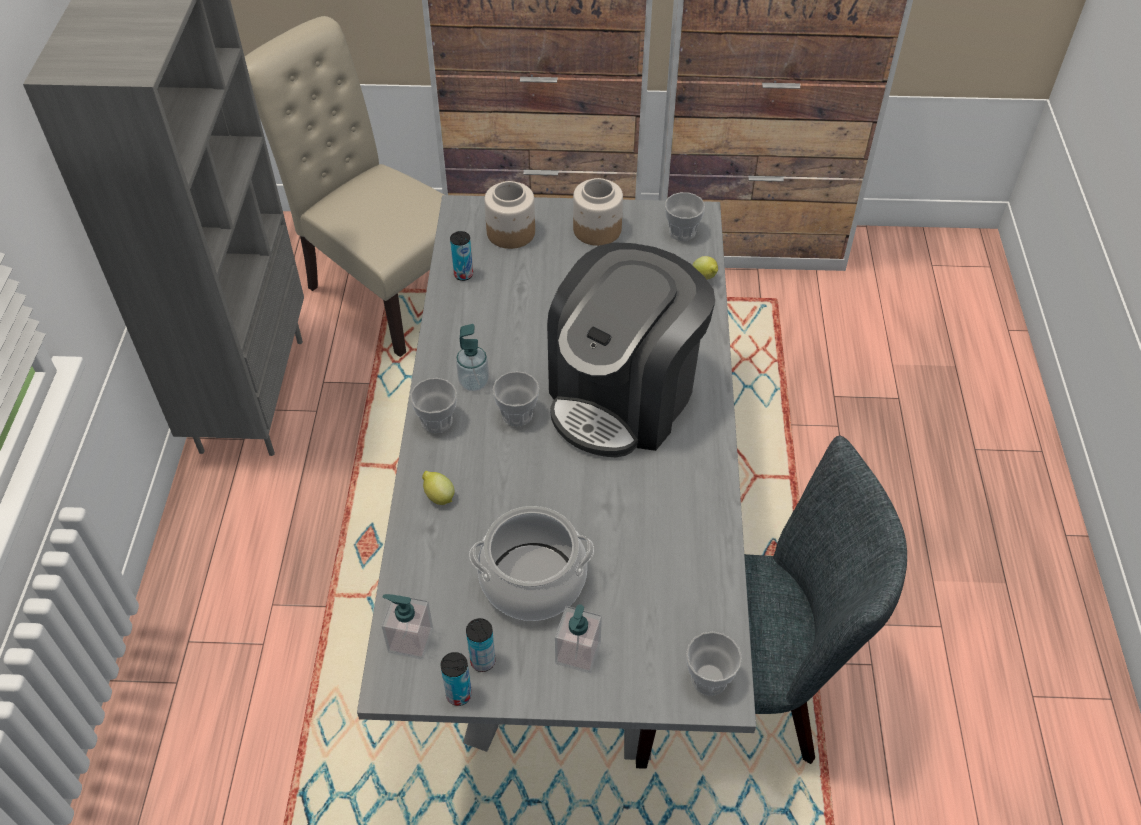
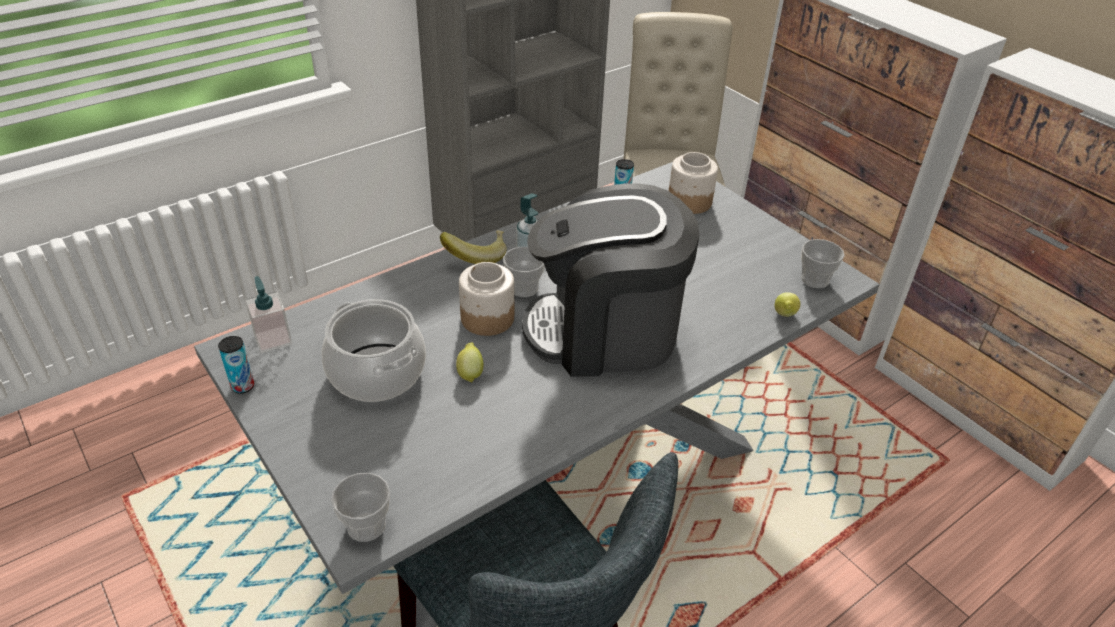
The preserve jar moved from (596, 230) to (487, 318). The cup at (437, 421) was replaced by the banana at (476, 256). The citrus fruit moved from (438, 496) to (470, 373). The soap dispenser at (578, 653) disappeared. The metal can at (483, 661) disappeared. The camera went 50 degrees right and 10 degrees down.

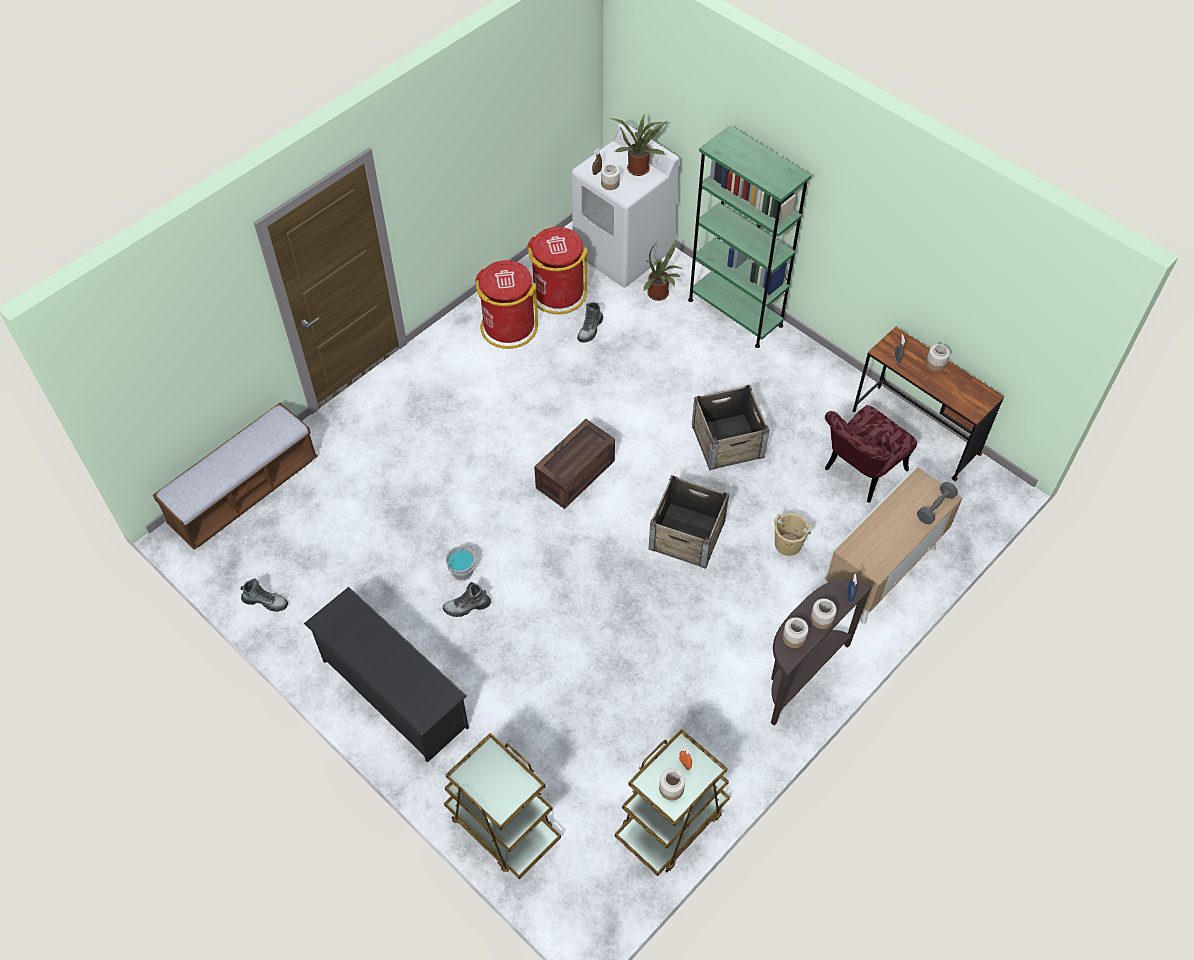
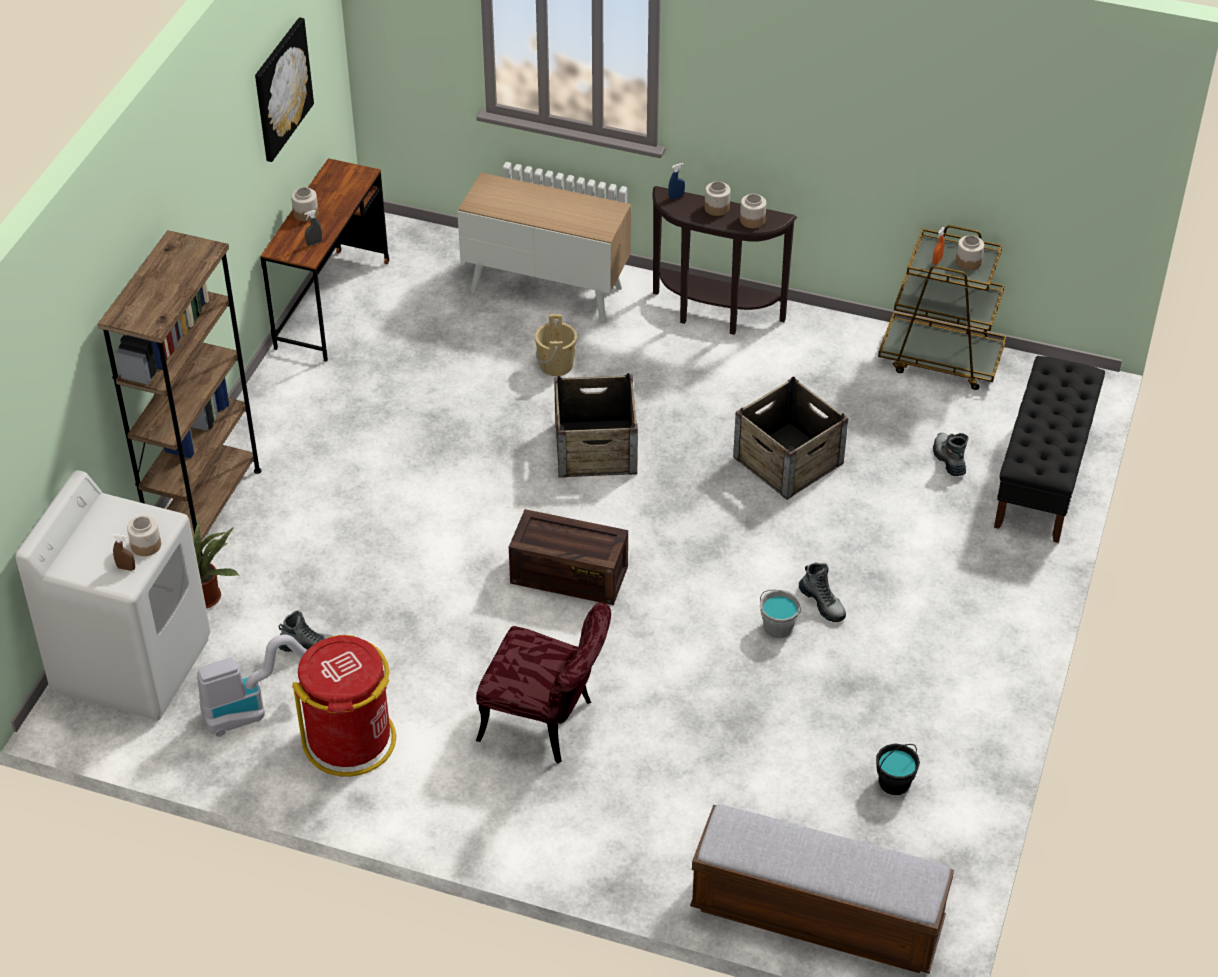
The plant in a pot at (639, 167) disappeared. The bookcase (green) at (735, 312) became the bookcase (brown) at (205, 508). The rubbish bin (red-coloured) at (558, 294) was replaced by the vacuum cleaner at (255, 708). The packing crate moved from (727, 441) to (788, 460). The upright chair (red-coloured) moved from (859, 474) to (547, 723). The free weight (greyish) at (935, 508) disappeared. The high-top boot moved from (265, 602) to (948, 459). The shoe stand (black-coloured) at (393, 693) disappeared. The trolley (brown) at (502, 825) was replaced by the bench (black-coloured) at (1043, 475). The wall picture at (281, 89) appeared. The pail (black-coloured) at (894, 783) appeared. The camera went 115 degrees left and 10 degrees down.

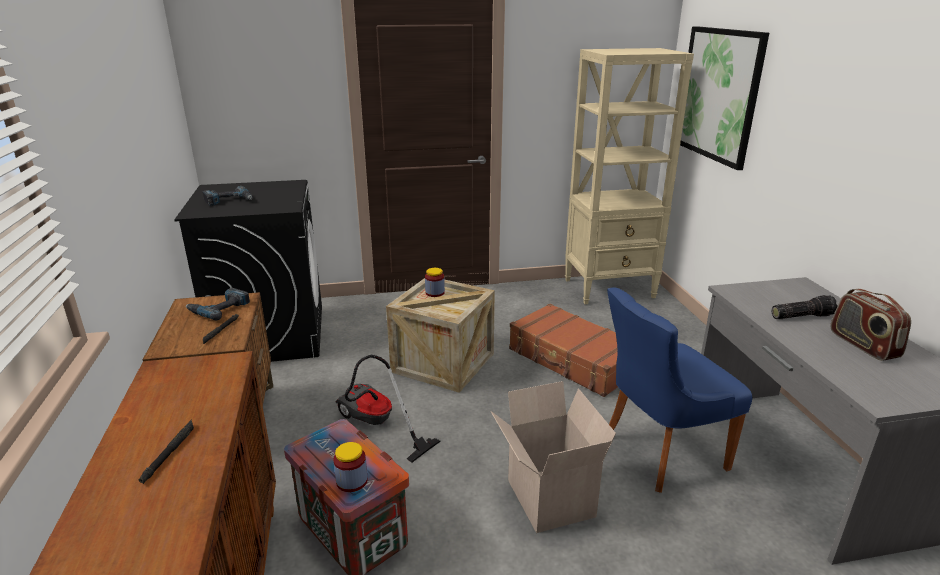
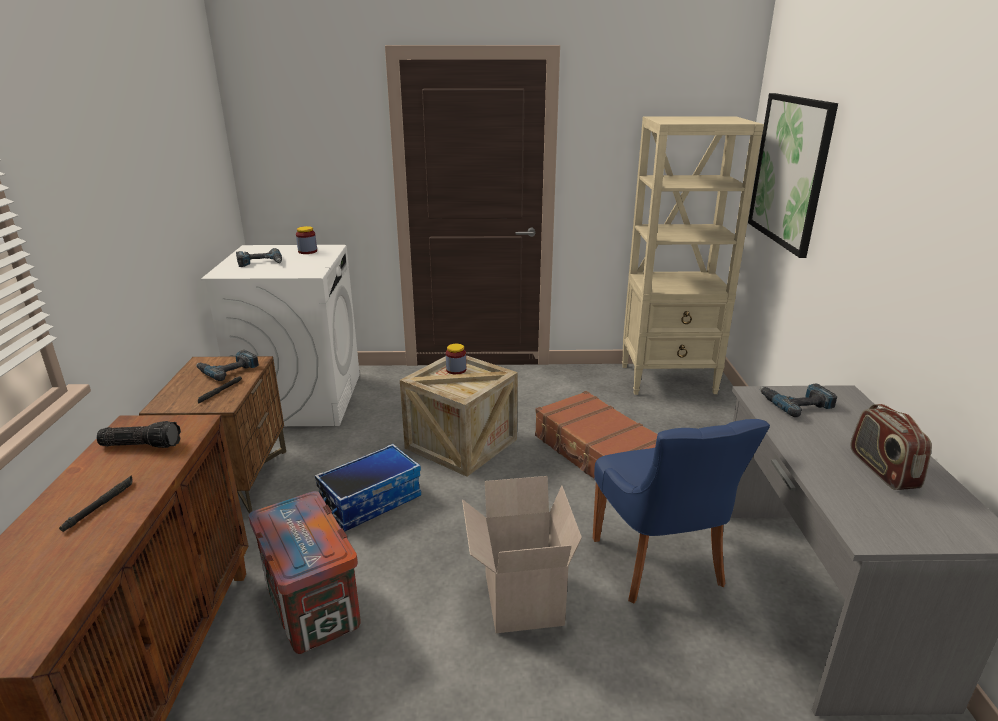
The laundry appliance (black-coloured) at (270, 334) became the laundry appliance (whitish) at (301, 399). The upright chair (bluish) at (659, 452) turned 90 degrees counterclockwise. The torch moved from (801, 316) to (142, 444). The vacuum cleaner at (375, 425) was replaced by the storage container at (371, 501). The preserve jar moved from (352, 481) to (307, 251). The drill at (796, 403) appeared. The camera went 10 degrees right and 0 degrees up.

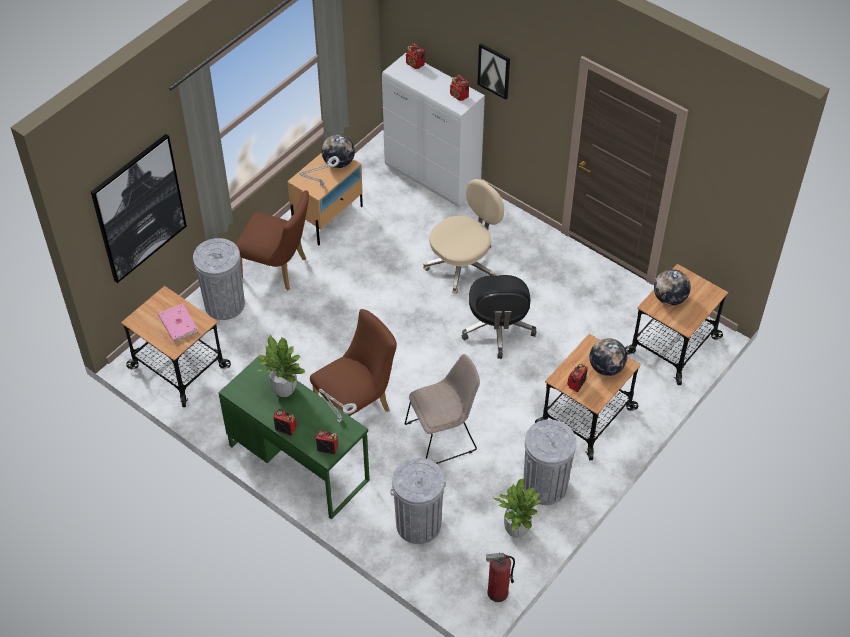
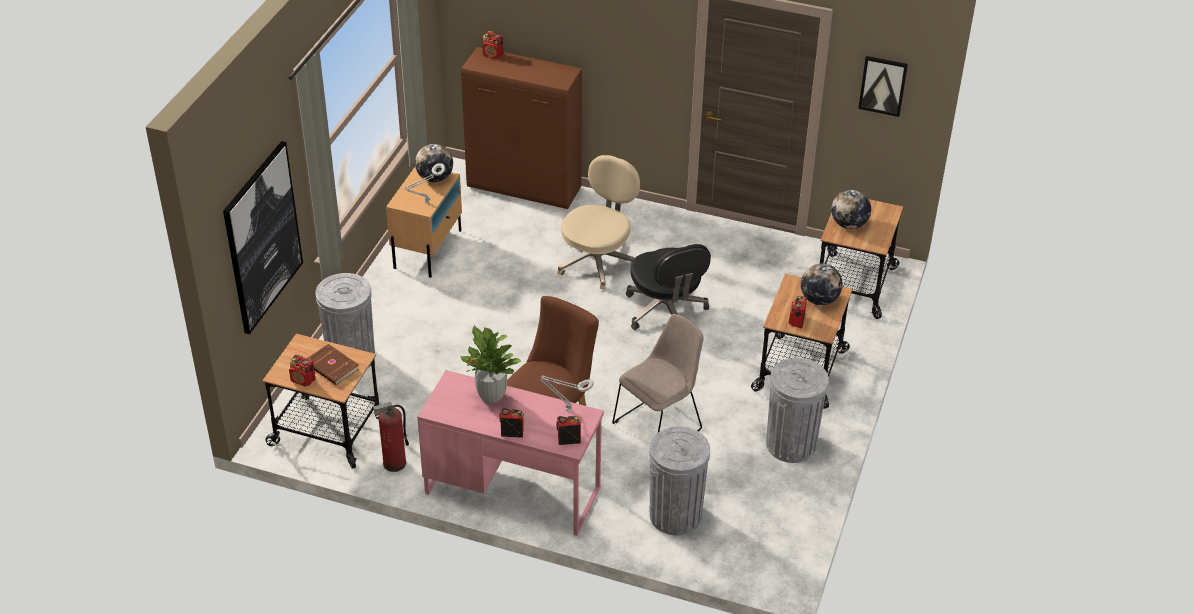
The wall picture moved from (494, 70) to (883, 85). The cupboard (whitish) at (433, 178) became the cupboard (brown) at (525, 188). The radio receiver moved from (459, 96) to (303, 380). The upright chair (brown) at (278, 269) disappeared. The book (pink-coloured) at (178, 325) became the book (brown) at (331, 367). The desk (green) at (299, 462) became the desk (pink-coloured) at (512, 489). The plant in a pot at (516, 530) disappeared. The fire-fighting cylinder moved from (497, 592) to (394, 463). The camera went 20 degrees left and 10 degrees down.

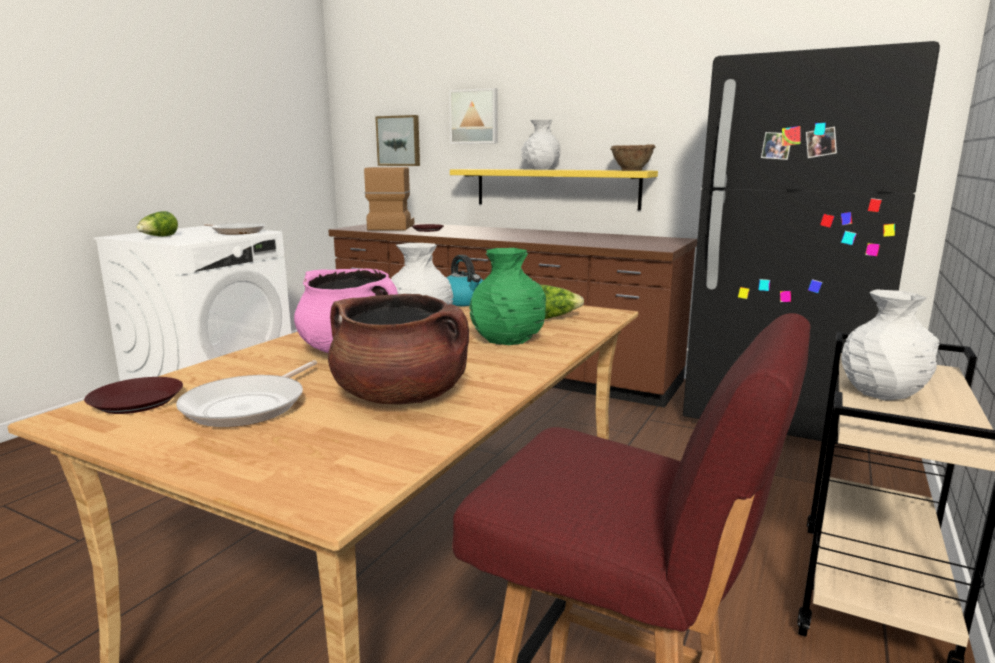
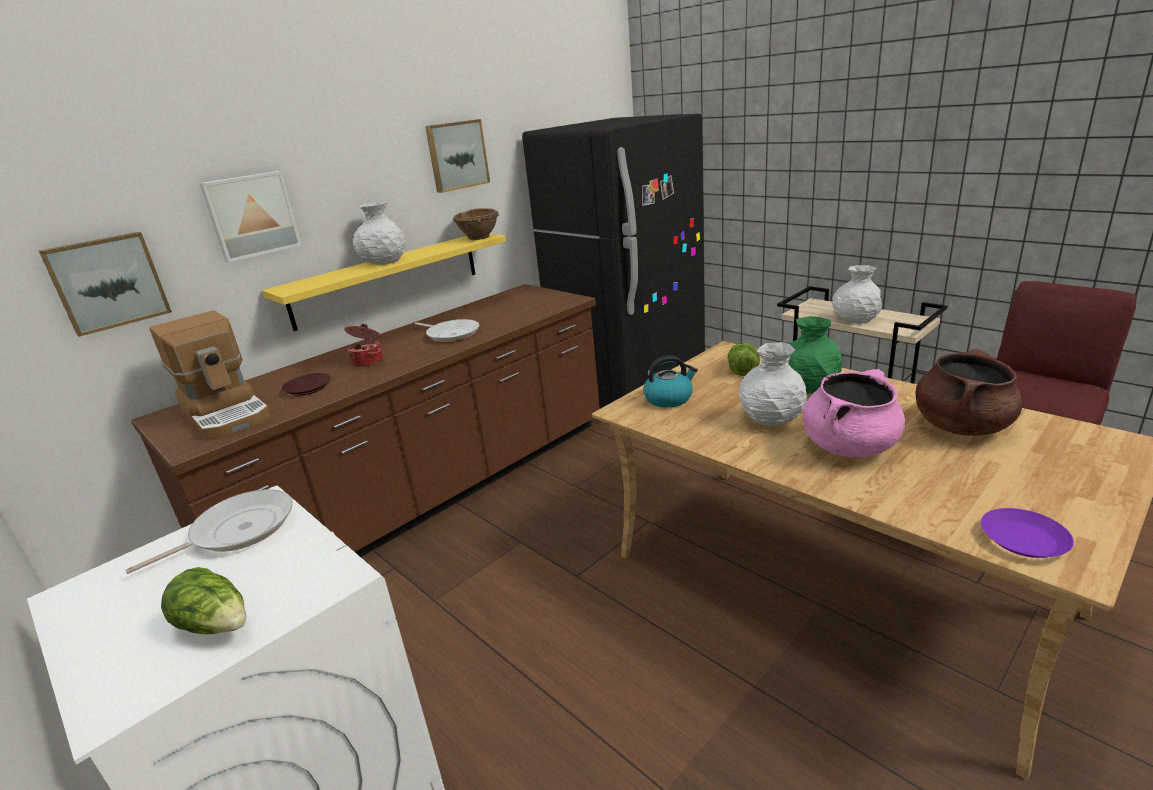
The coffee maker at (391, 227) turned 150 degrees counterclockwise. The frying pan moved from (250, 406) to (451, 334). The flat dish (brown) at (137, 401) became the flat dish (purple) at (1022, 539). The wall picture at (456, 155) appeared. The stockpot at (368, 361) appeared. The camera went 70 degrees left and 10 degrees up.

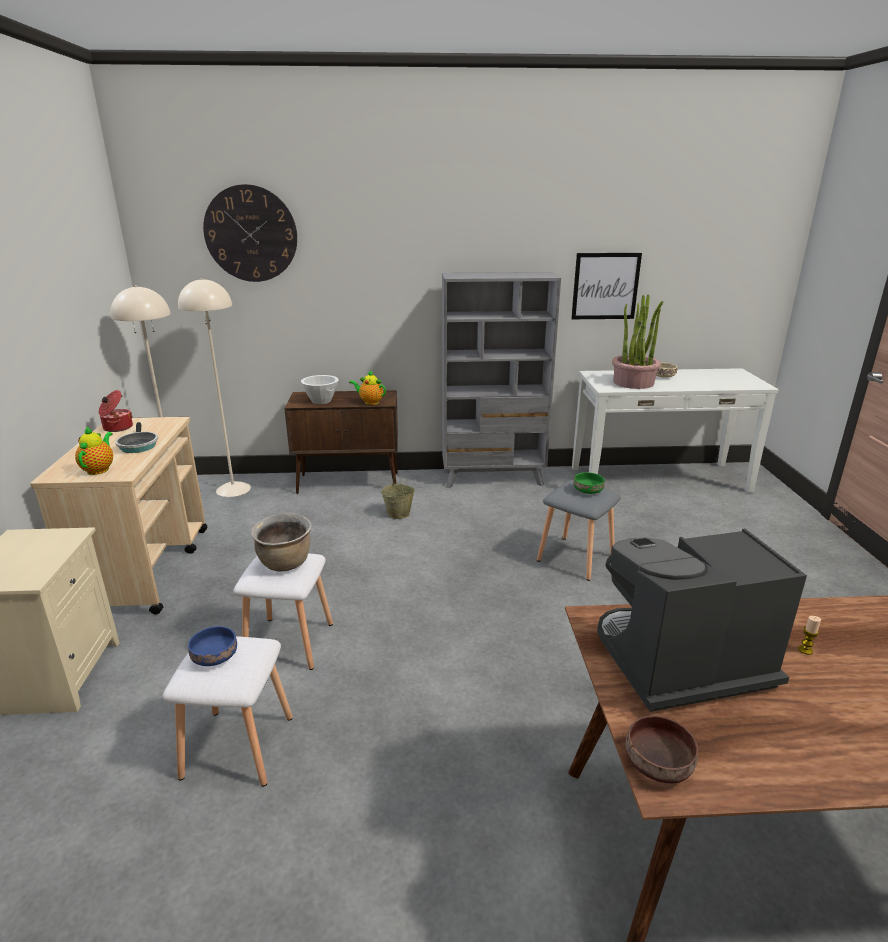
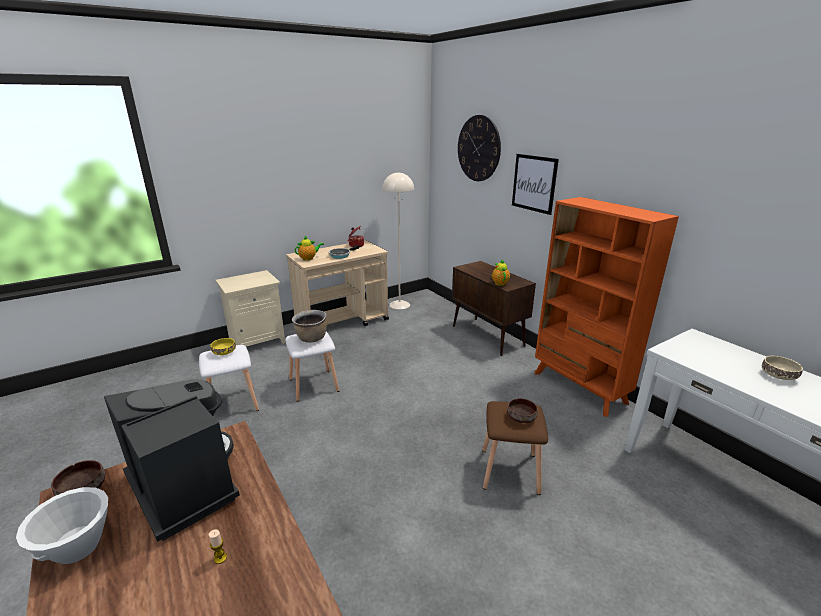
The wall picture moved from (605, 286) to (534, 183). The bookcase (greyish) at (493, 478) became the bookcase (orange) at (579, 388). The floor lamp (sand-coloured) at (233, 489) disappeared. The plant in a pot at (633, 383) disappeared. The serving bowl (whitish) moved from (321, 401) to (77, 547). The serving bowl (green) at (588, 491) became the serving bowl (brown) at (521, 418). The pail (sand-coloured) at (399, 514) disappeared. The sitting stool (greyish) at (577, 558) became the sitting stool (brown) at (510, 472). The serving bowl (bluish) at (216, 656) became the serving bowl (yellow) at (225, 352). The camera went 60 degrees right and 0 degrees up.

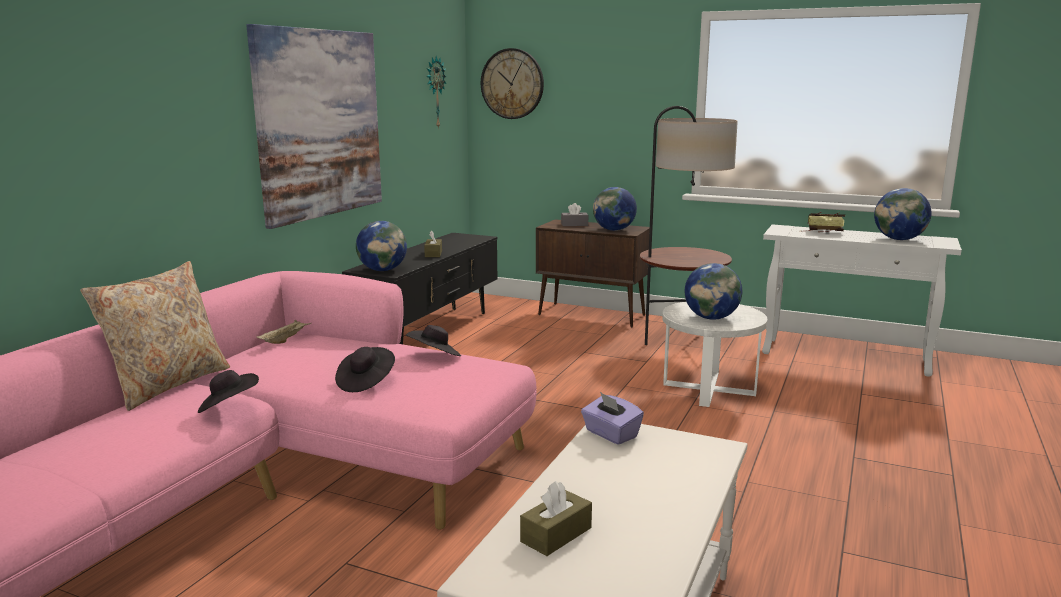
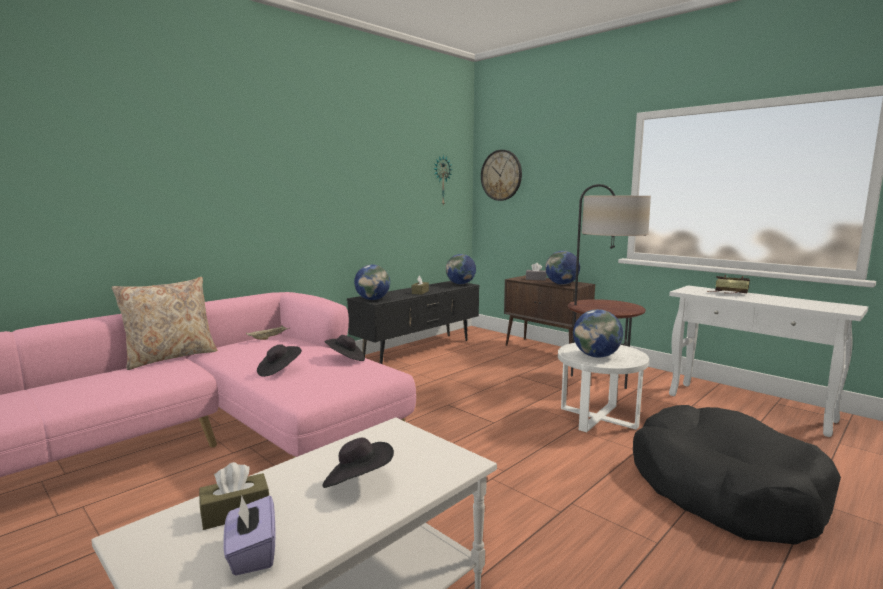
The wall picture at (320, 124) disappeared. The desk globe moved from (899, 239) to (460, 284). The clothing hat (black-coloured) moved from (228, 407) to (358, 482). The tissue box (purple) moved from (610, 434) to (252, 553). The pet bed (black-coloured) at (724, 489) appeared. The camera went 20 degrees right and 5 degrees down.

